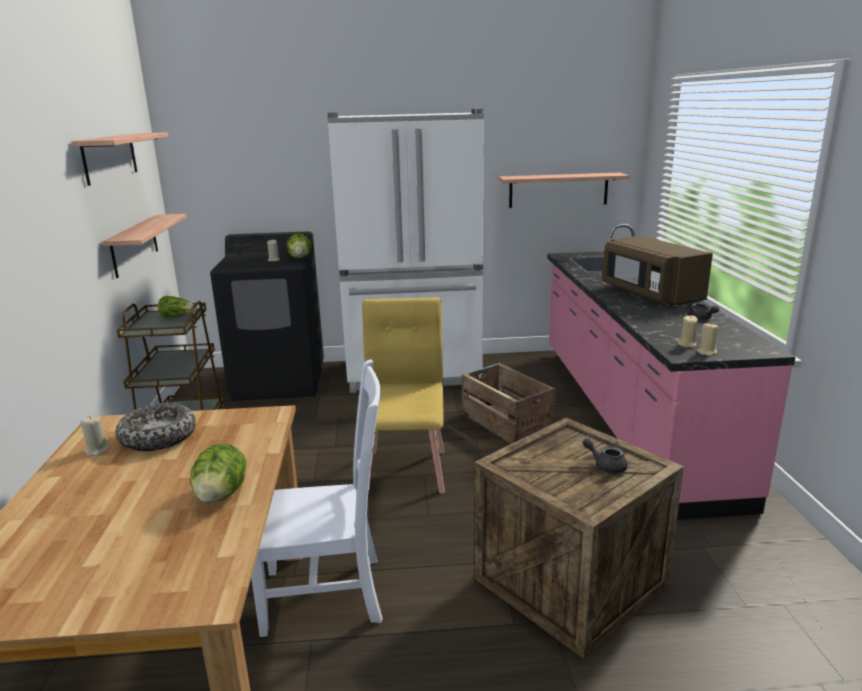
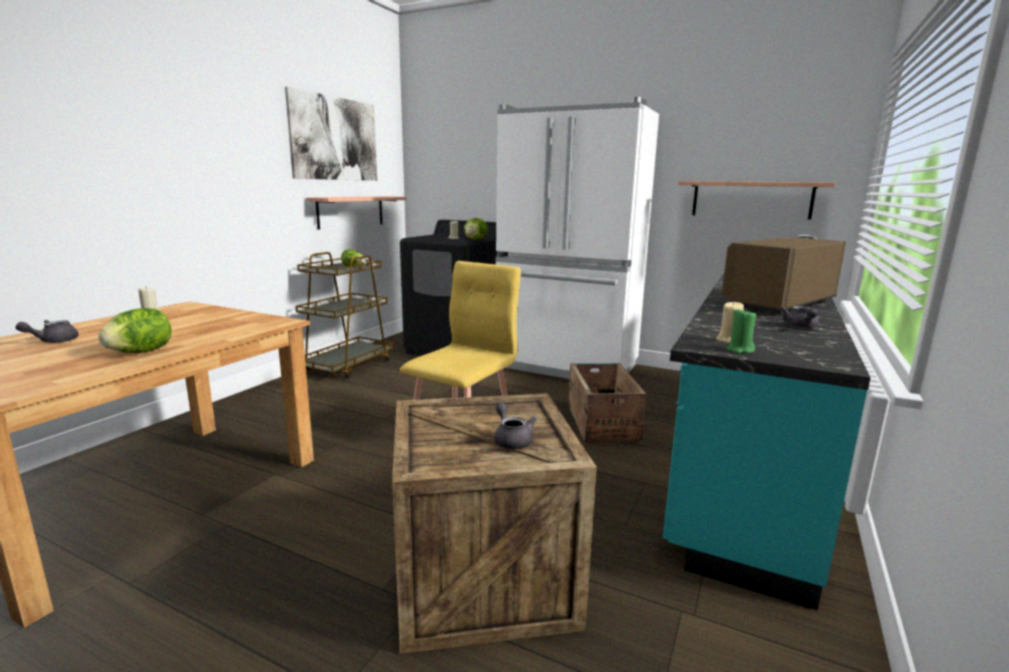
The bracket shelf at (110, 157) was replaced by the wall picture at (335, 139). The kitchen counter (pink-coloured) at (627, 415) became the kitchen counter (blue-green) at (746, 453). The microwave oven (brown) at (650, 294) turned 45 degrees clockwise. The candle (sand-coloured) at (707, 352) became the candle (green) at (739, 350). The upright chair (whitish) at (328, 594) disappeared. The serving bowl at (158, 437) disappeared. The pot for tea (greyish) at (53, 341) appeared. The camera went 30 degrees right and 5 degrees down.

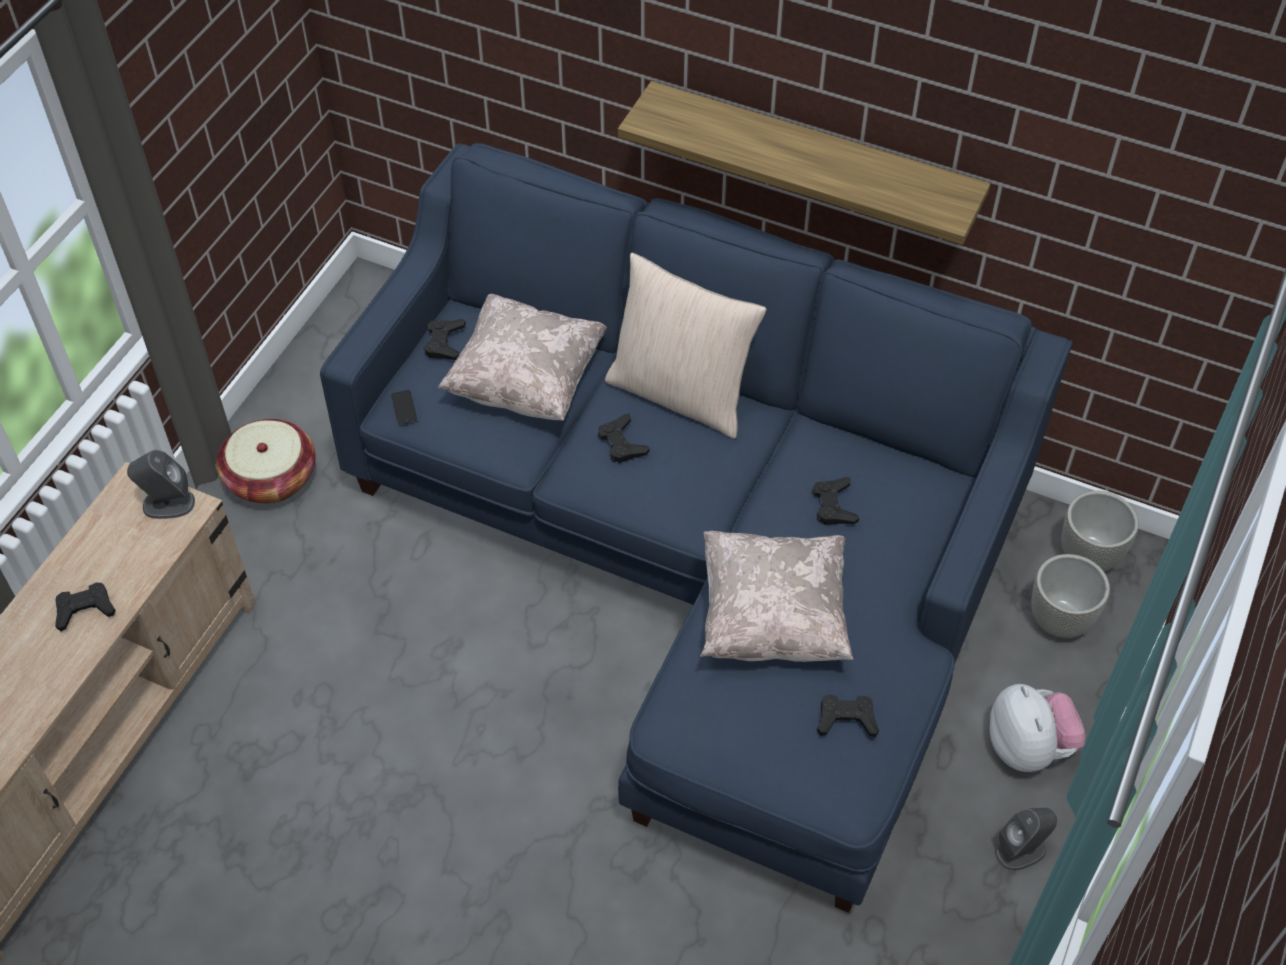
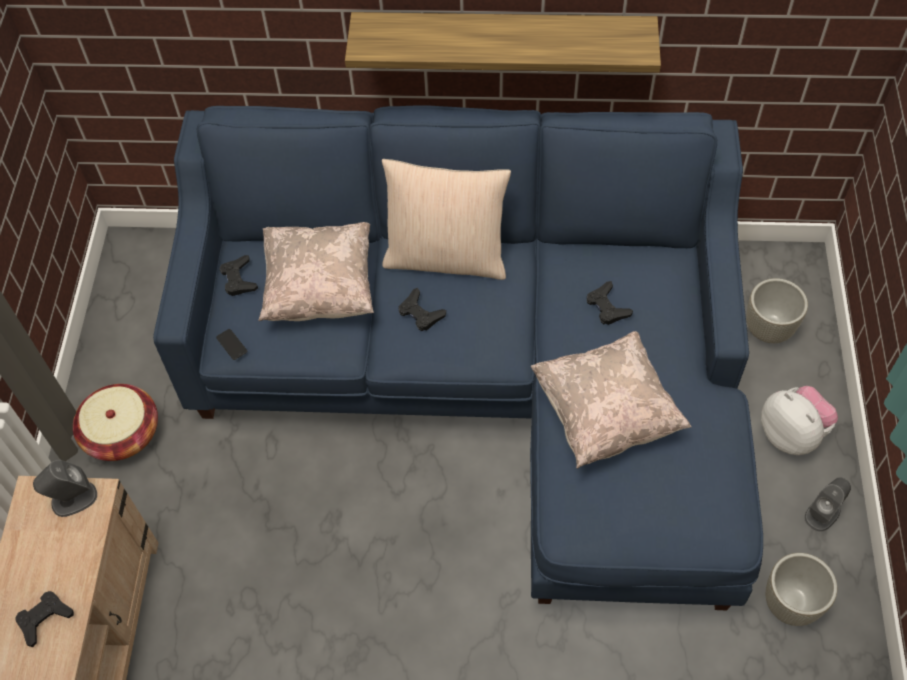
The planter (greyish) moved from (1088, 555) to (789, 603). The joypad (black-coloured) at (846, 719) disappeared. The camera went 20 degrees left and 5 degrees up.

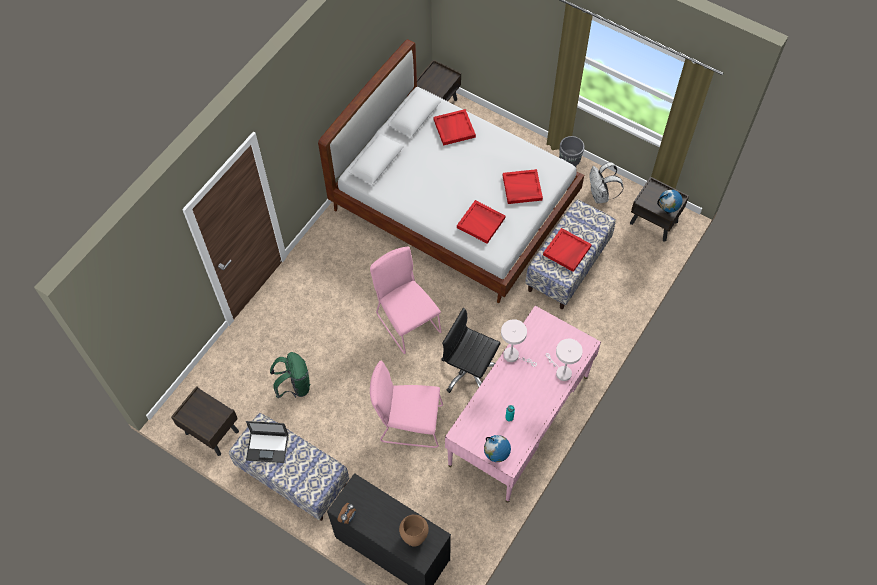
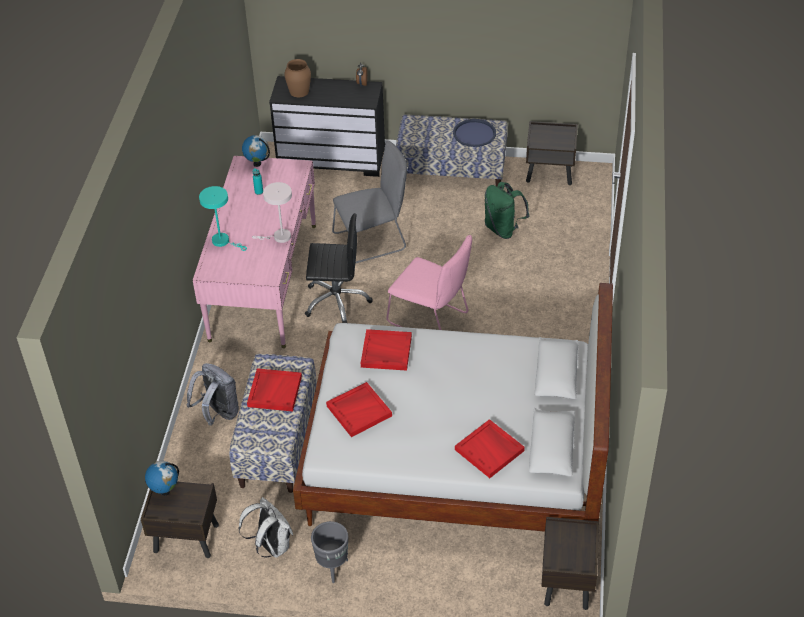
The tabletop lamp (whitish) at (561, 372) became the tabletop lamp (blue-green) at (223, 241). The upright chair (pink-coloured) at (408, 423) became the upright chair (greyish) at (373, 241). The notebook computer at (268, 447) was replaced by the tray (bluish) at (474, 133). The knapsack (greyish) at (218, 413) appeared. The camera went 155 degrees right and 15 degrees down.

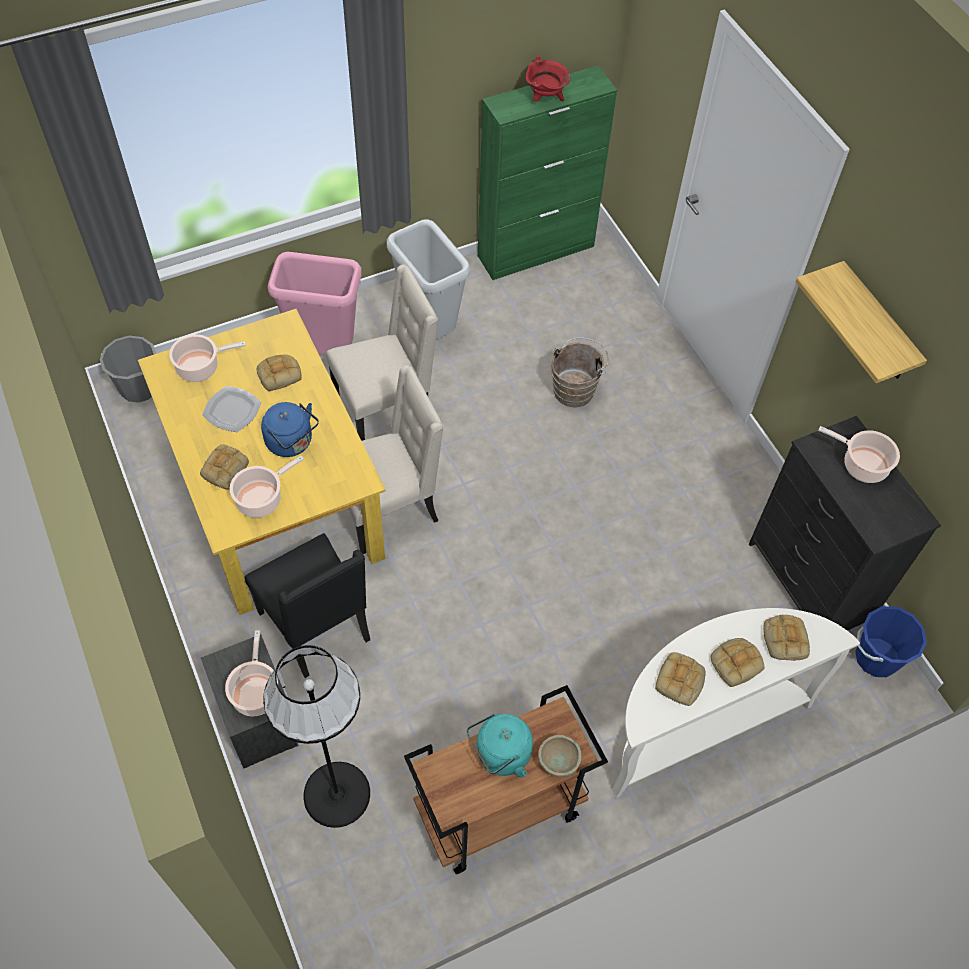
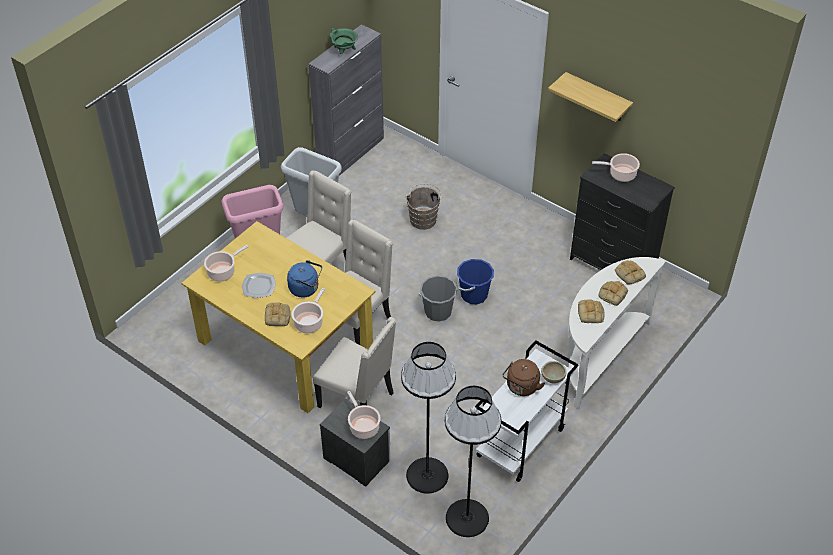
The stockpot (red-coloured) at (545, 98) became the stockpot (green) at (344, 51). The cupboard (green) at (536, 251) became the cupboard (greyish) at (351, 153). The pail (greyish) moved from (139, 387) to (438, 311). The baked bread at (280, 374) disappeared. The upright chair (black-coloured) at (317, 627) became the upright chair (sand-coloured) at (358, 400). The pail (bluish) moved from (876, 657) to (474, 295). The trolley (brown) at (498, 812) became the trolley (whitish) at (521, 444). The kettle (blue-green) at (500, 755) became the kettle (brown) at (521, 388). The floor lamp (black-coloured) at (467, 518) appeared. The camera went 25 degrees left and 10 degrees down.

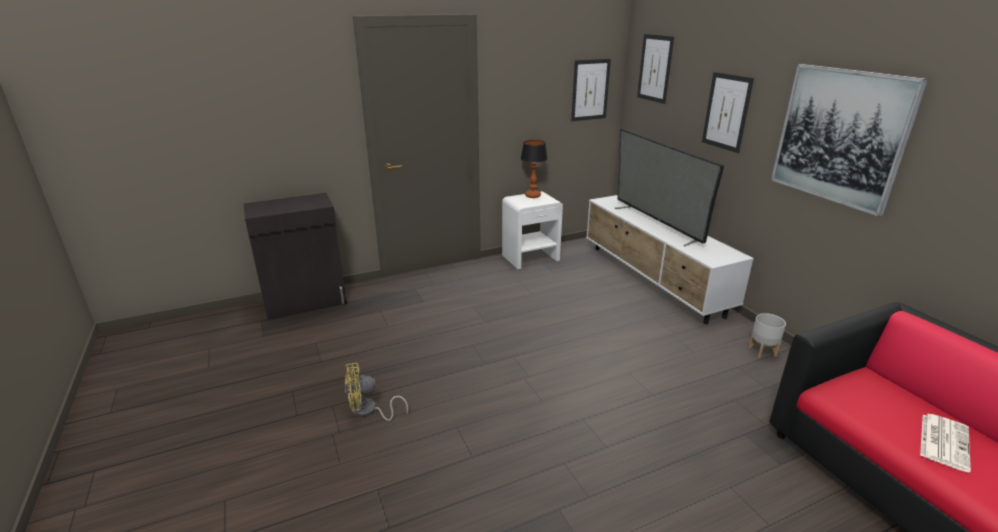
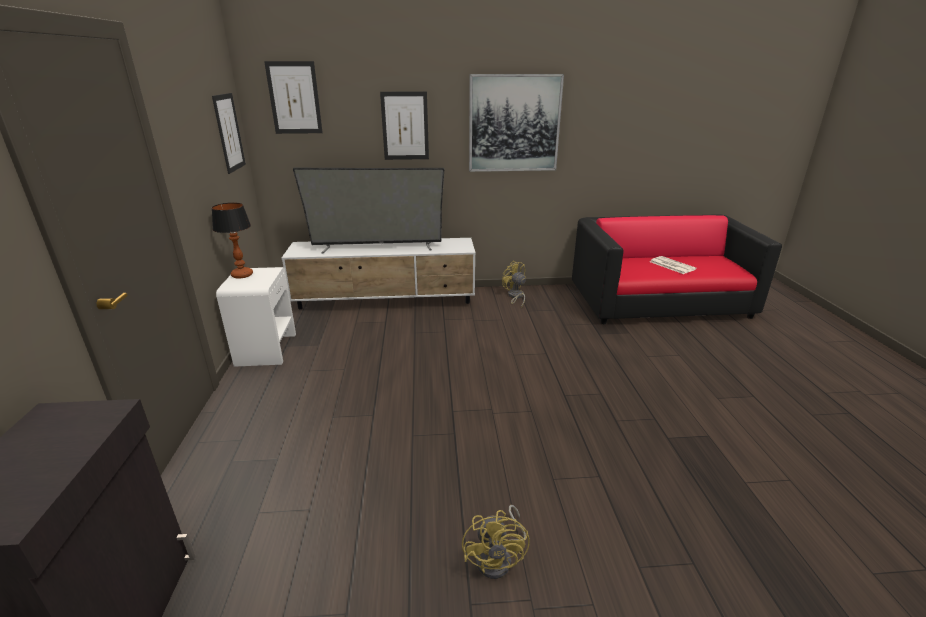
The planter (greyish) at (762, 351) was replaced by the electric fan (yellow) at (515, 296). The camera went 70 degrees left and 0 degrees up.

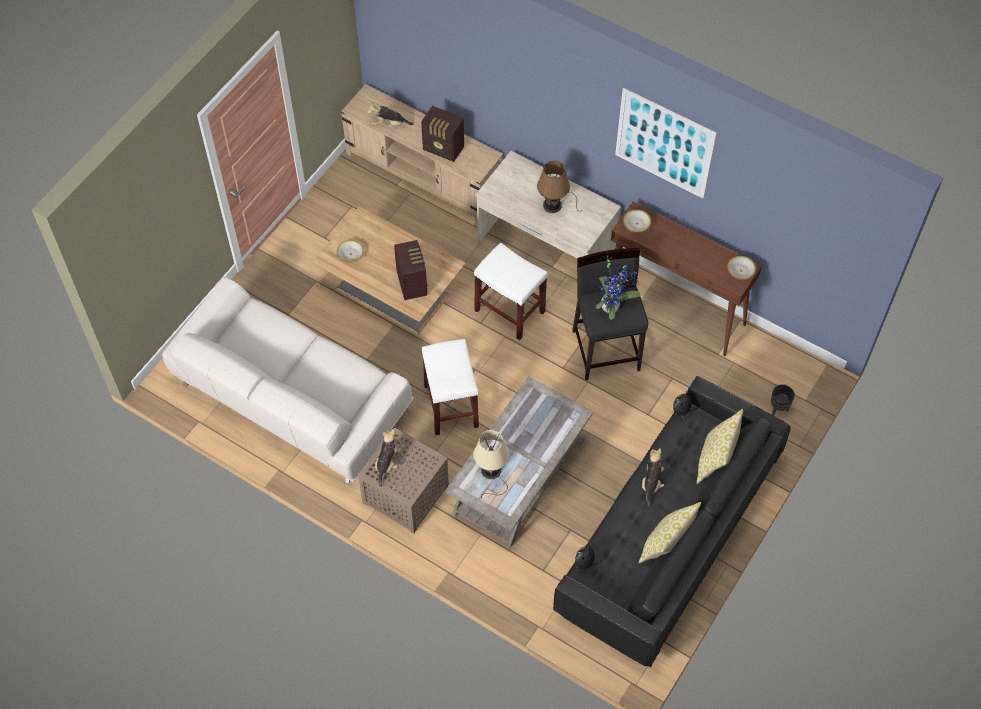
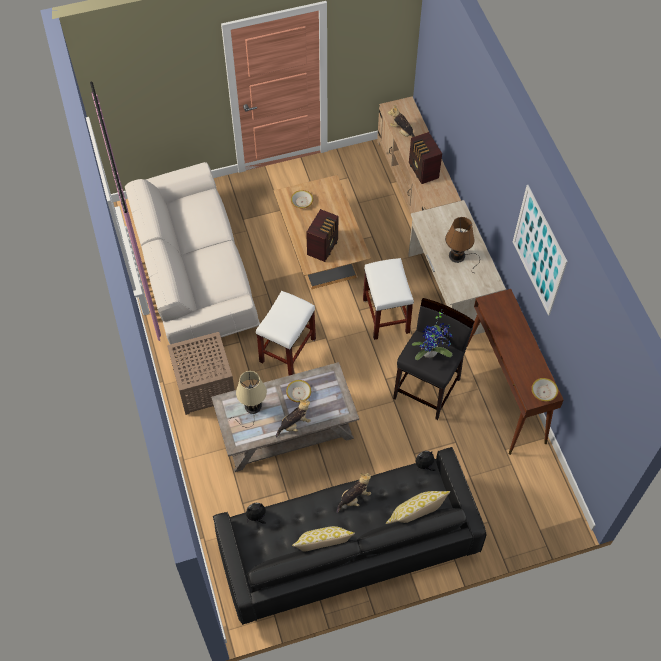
The serving bowl moved from (637, 224) to (299, 393). The planter (black-coloured) at (779, 408) disappeared. The cuddly toy moved from (387, 463) to (294, 424). The camera went 40 degrees right and 0 degrees up.

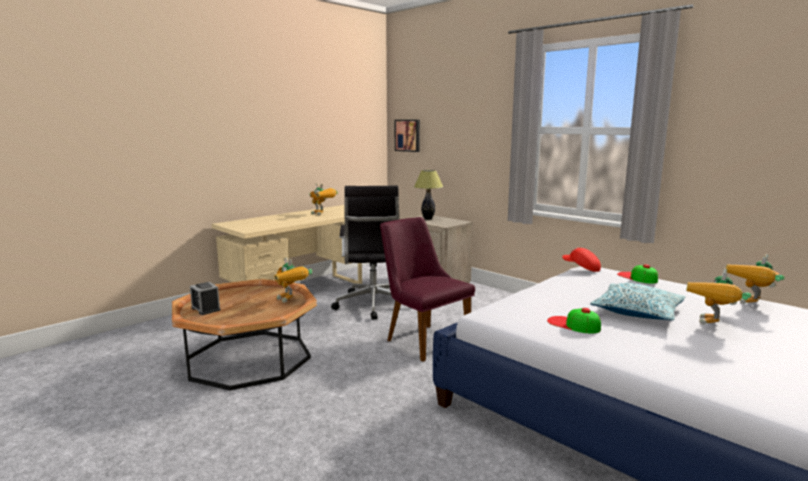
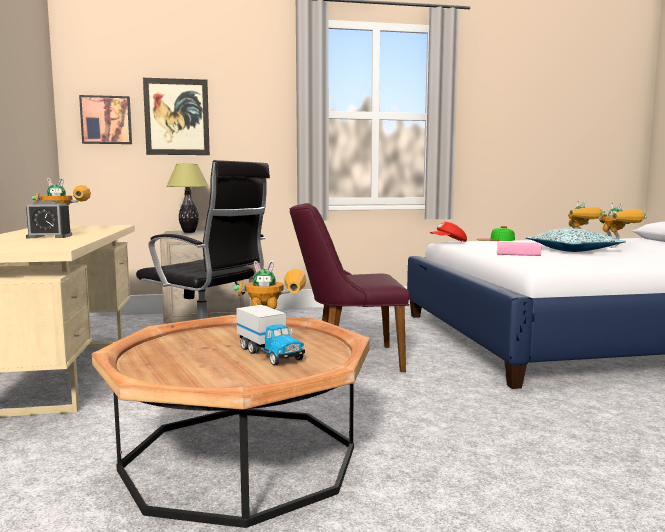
The bedside clock moved from (205, 309) to (49, 236). The baseball cap at (573, 324) disappeared. The wall picture at (176, 117) appeared. The book (pink-coloured) at (517, 253) appeared. The model truck at (270, 354) appeared. The camera went 55 degrees left and 5 degrees down.

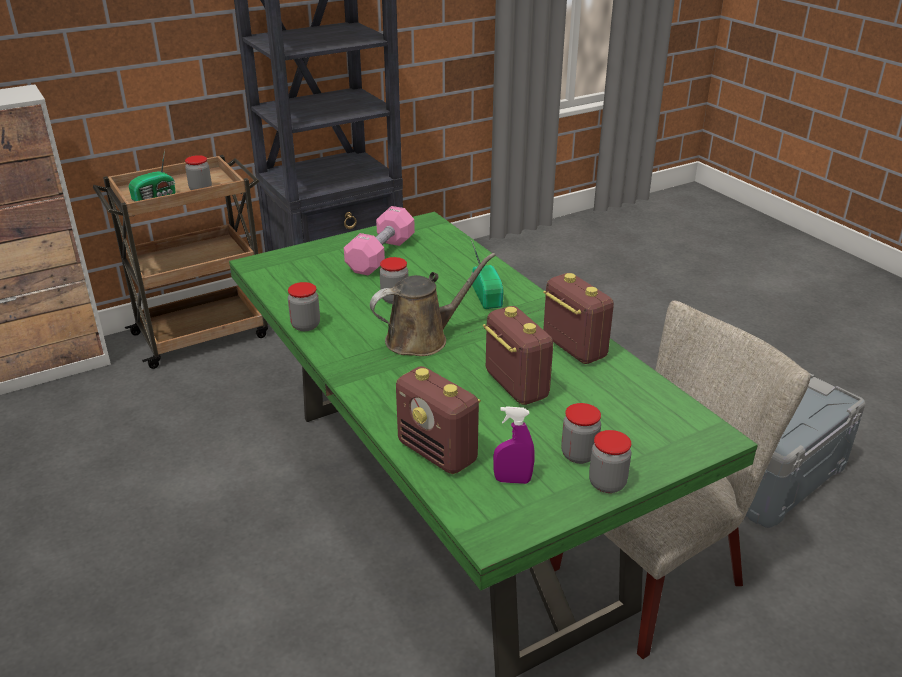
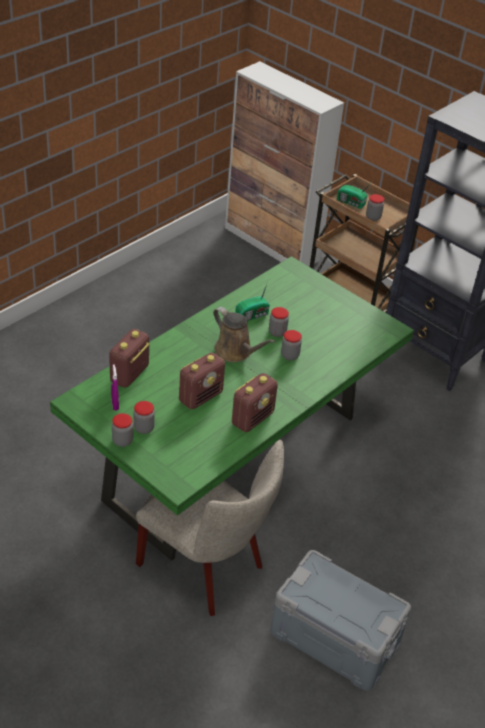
The free weight (pink-coloured) at (381, 255) disappeared. The radio receiver moved from (488, 296) to (253, 315). The preserve jar moved from (305, 325) to (290, 355). The camera went 70 degrees right and 10 degrees up.

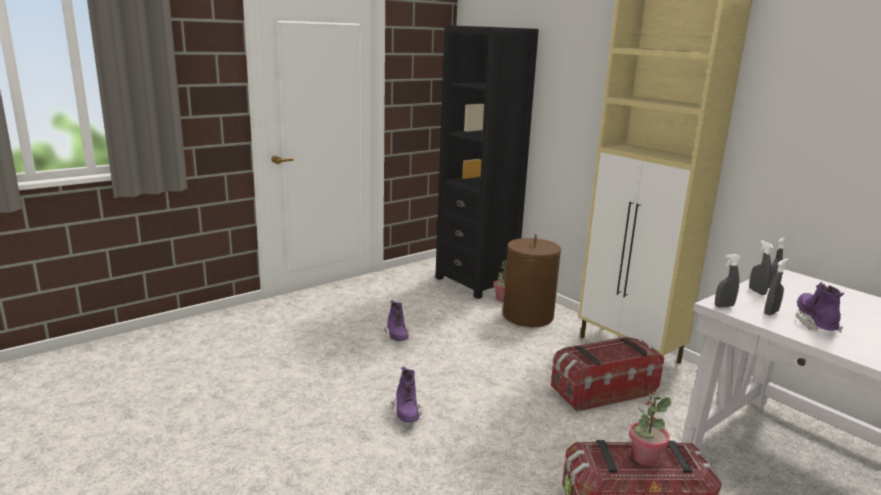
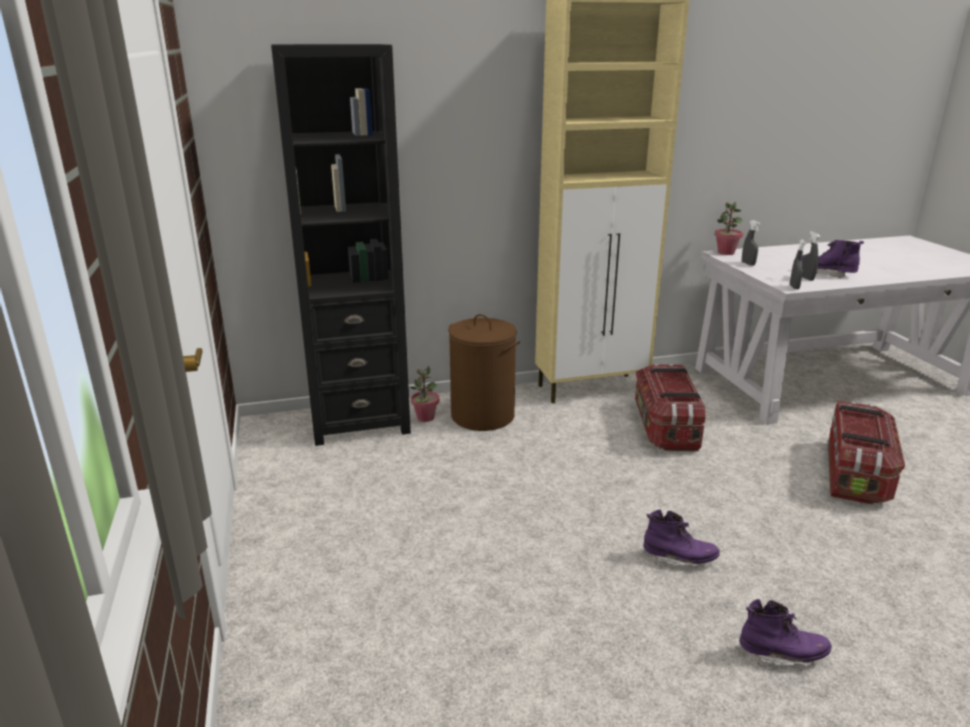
The spray bottle (greyish) at (757, 291) disappeared. The high-top boot (purple) moved from (397, 337) to (781, 655). The plant in a pot moved from (644, 458) to (725, 252). The camera went 65 degrees left and 5 degrees up.

